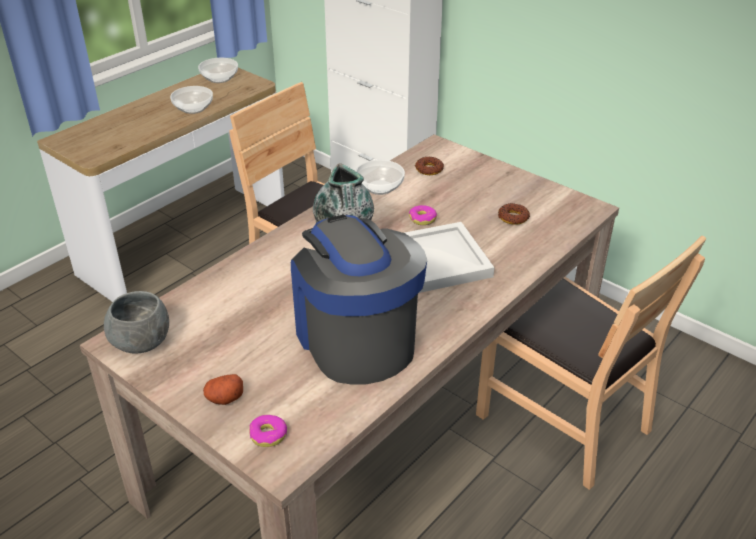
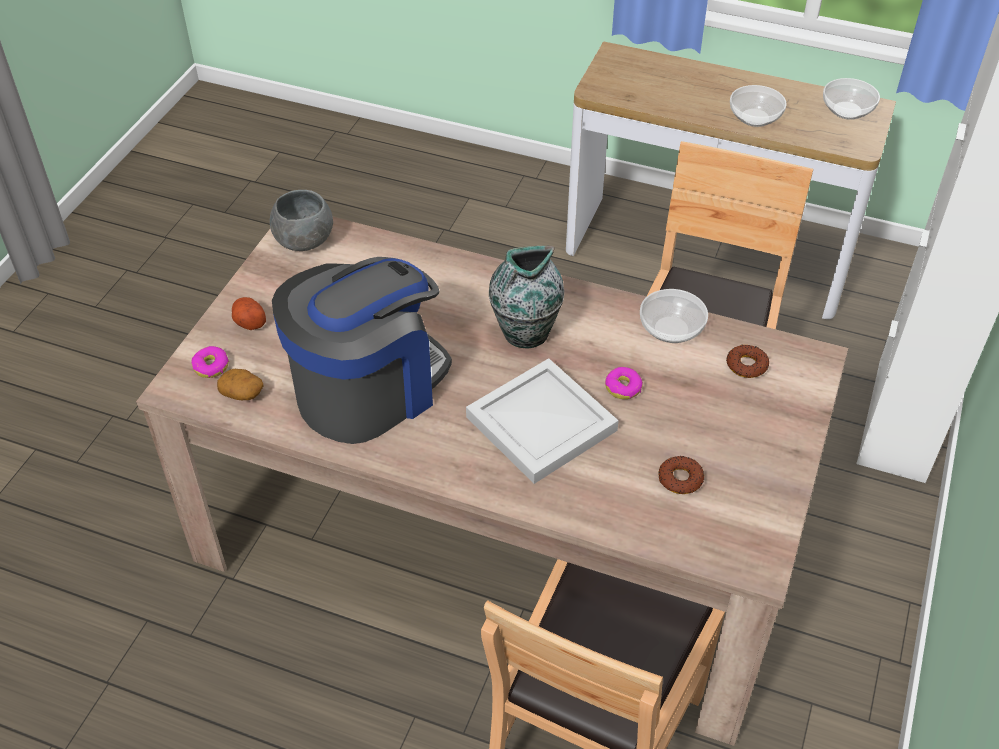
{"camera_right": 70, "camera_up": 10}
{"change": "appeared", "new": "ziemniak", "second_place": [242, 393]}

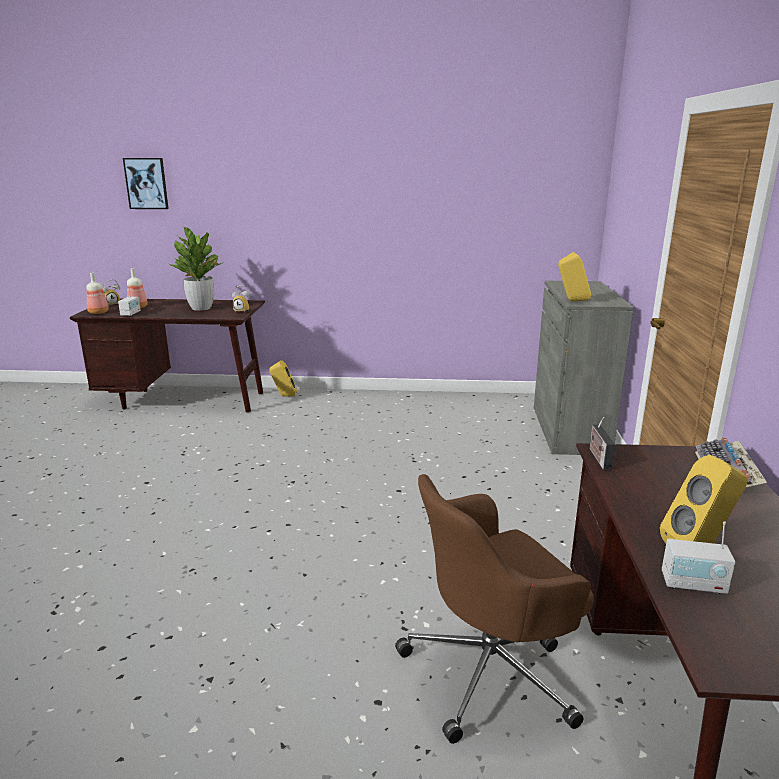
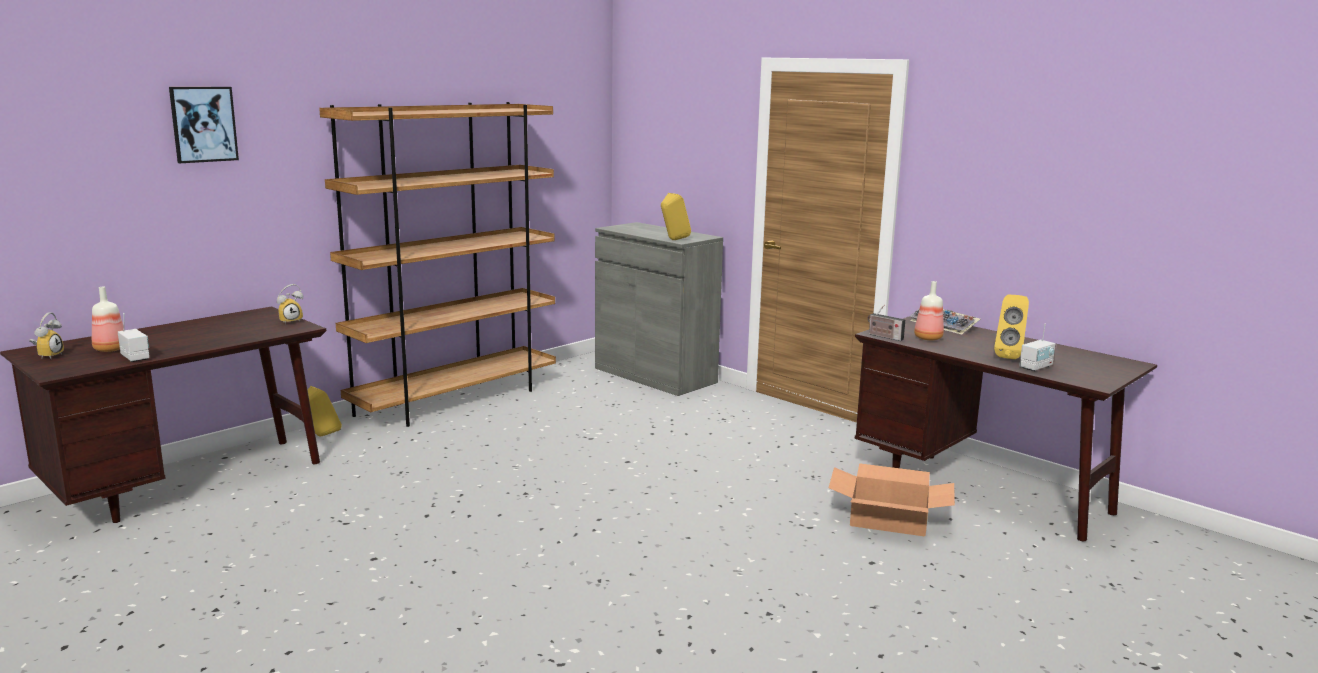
{"camera_right": -50, "camera_up": -5}
{"change": "relocated", "old": "obraz", "first_place": [146, 183], "second_place": [203, 124]}
{"change": "missing", "old": "roślina doniczkowa", "first_place": [201, 308]}
{"change": "relocated", "old": "butelka", "first_place": [98, 312], "second_place": [927, 338]}
{"change": "exchanged", "old": "krzesło biurowe (brązowy)", "new": "karton", "first_place": [492, 671], "second_place": [888, 518]}
{"change": "appeared", "new": "regał (brązowy)", "second_place": [455, 400]}

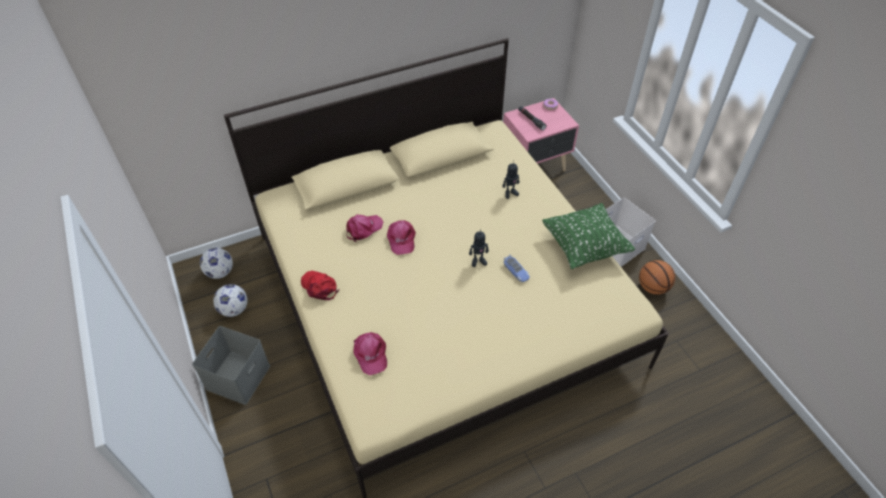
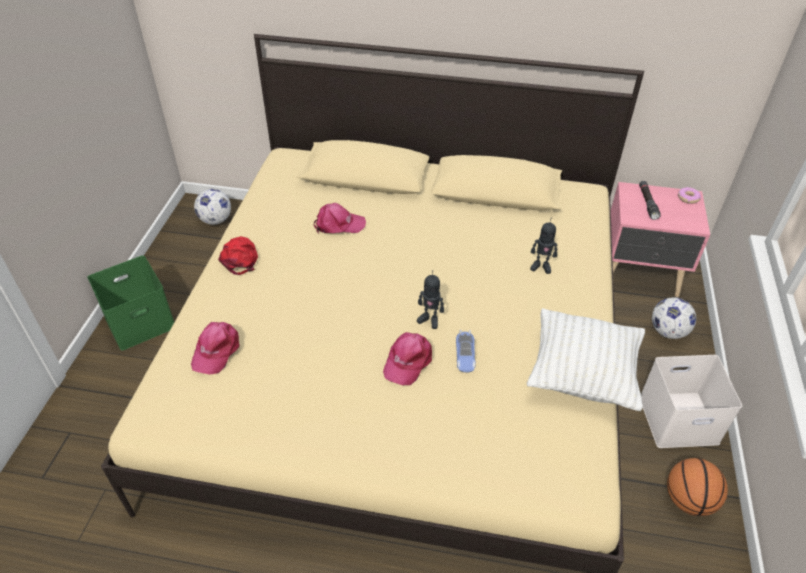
{"camera_right": 35, "camera_up": -5}
{"change": "colour", "old": "poduszka (zielony)", "new": "poduszka (biały)", "first_place": [584, 247], "second_place": [582, 375]}
{"change": "relocated", "old": "czapka z daszkiem (różowy)", "first_place": [401, 239], "second_place": [408, 361]}
{"change": "relocated", "old": "piłka futbolowa", "first_place": [234, 309], "second_place": [668, 331]}
{"change": "colour", "old": "pojemnik do przechowywania (szary)", "new": "pojemnik do przechowywania (zielony)", "first_place": [238, 378], "second_place": [139, 323]}

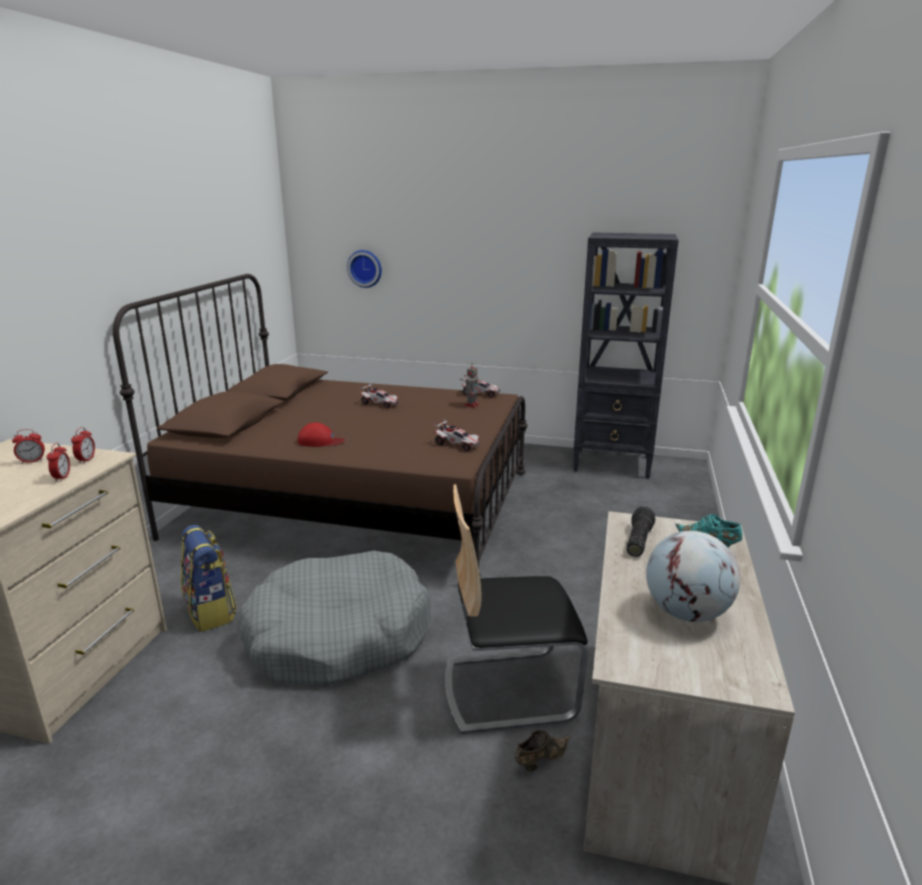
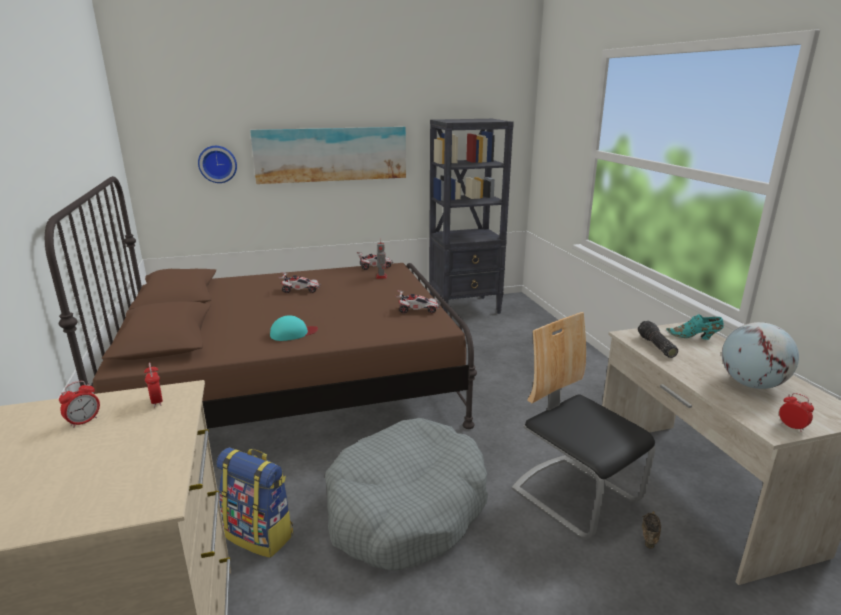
{"camera_right": -30, "camera_up": 0}
{"change": "colour", "old": "czapka z daszkiem (czerwony)", "new": "czapka z daszkiem (turkusowy)", "first_place": [320, 441], "second_place": [293, 333]}
{"change": "relocated", "old": "budzik", "first_place": [62, 477], "second_place": [792, 426]}
{"change": "spun", "old": "krzesło", "first_place": [508, 688], "second_place": [575, 495], "degrees": 90}
{"change": "appeared", "new": "obraz", "second_place": [331, 154]}

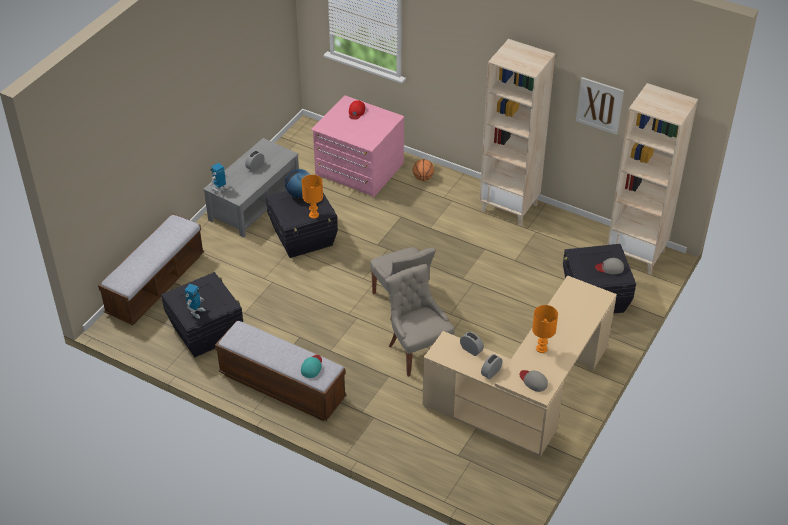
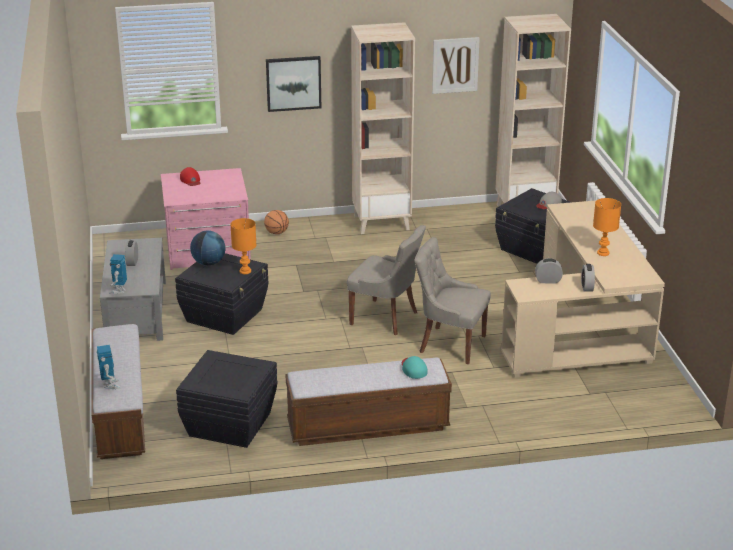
{"camera_right": -40, "camera_up": -15}
{"change": "relocated", "old": "robot zabawkowy", "first_place": [196, 312], "second_place": [110, 385]}
{"change": "missing", "old": "czapka z daszkiem (szary)", "first_place": [533, 381]}
{"change": "appeared", "new": "obraz", "second_place": [293, 83]}

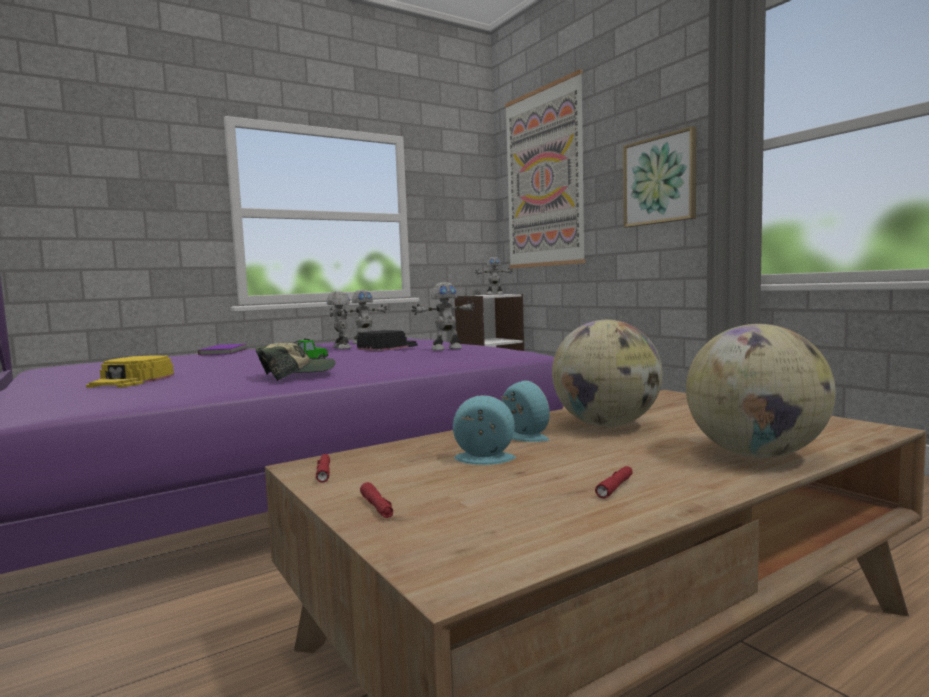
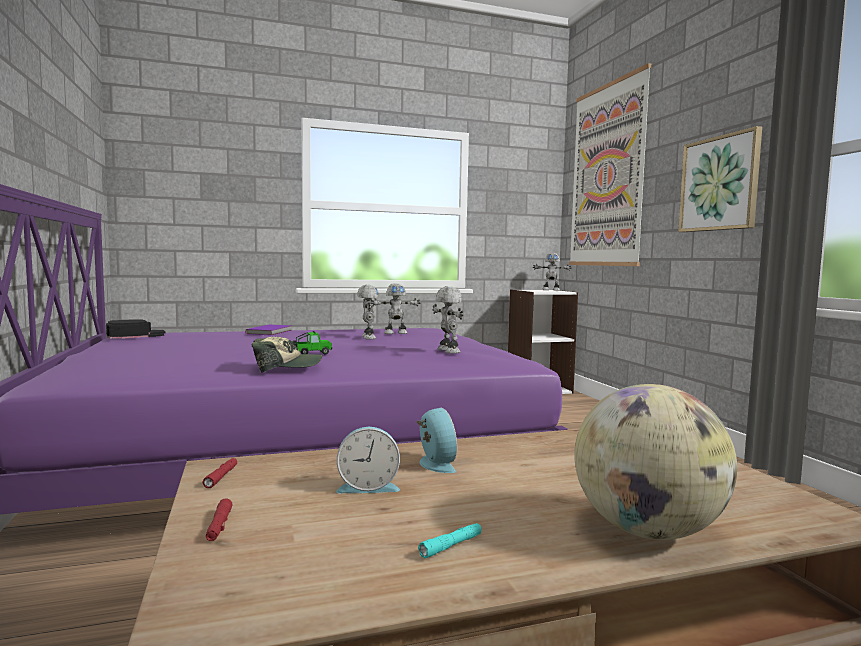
{"camera_right": 15, "camera_up": 0}
{"change": "spun", "old": "robot zabawkowy", "first_place": [446, 349], "second_place": [447, 351], "degrees": -105}
{"change": "missing", "old": "globus", "first_place": [607, 425]}
{"change": "relocated", "old": "czapka z daszkiem (czarny)", "first_place": [387, 347], "second_place": [135, 335]}
{"change": "missing", "old": "czapka z daszkiem (żółty)", "first_place": [131, 381]}
{"change": "spun", "old": "budzik", "first_place": [483, 459], "second_place": [368, 486], "degrees": 150}
{"change": "colour", "old": "latarka (czerwony)", "new": "latarka (turkusowy)", "first_place": [615, 487], "second_place": [451, 546]}

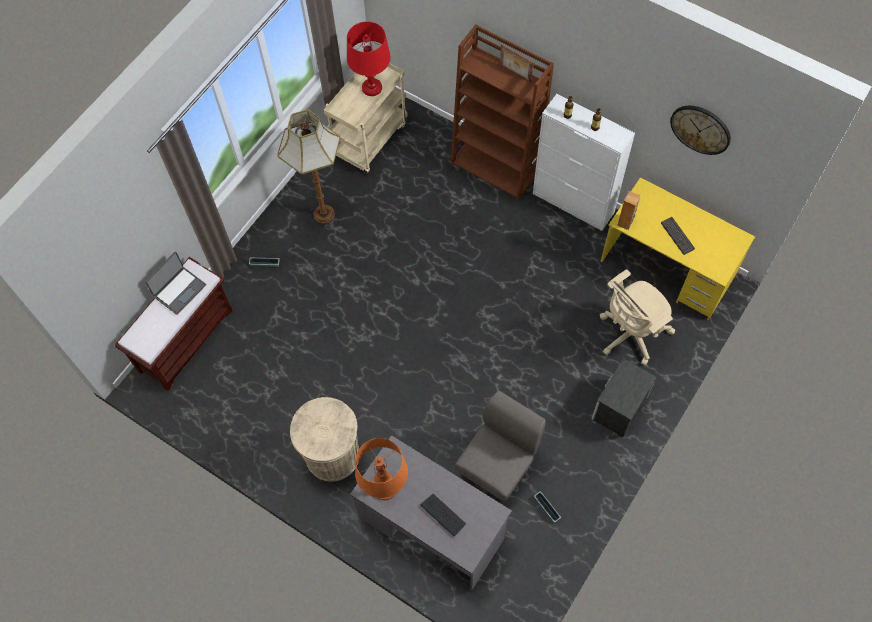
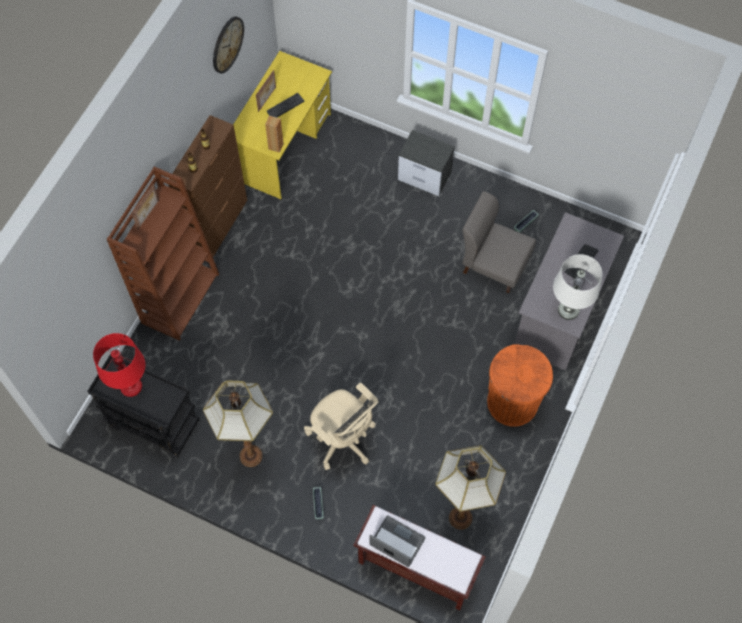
{"camera_right": -100, "camera_up": 0}
{"change": "colour", "old": "wózek (beżowy)", "new": "wózek (czarny)", "first_place": [370, 140], "second_place": [153, 424]}
{"change": "colour", "old": "szafka (biały)", "new": "szafka (brązowy)", "first_place": [573, 203], "second_place": [218, 226]}
{"change": "relocated", "old": "krzesło biurowe (beżowy)", "first_place": [630, 335], "second_place": [343, 440]}
{"change": "colour", "old": "kosz na śmieci (beżowy)", "new": "kosz na śmieci (pomarańczowy)", "first_place": [332, 455], "second_place": [512, 402]}
{"change": "colour", "old": "lampa stołowa (pomarańczowy)", "new": "lampa stołowa (biały)", "first_place": [385, 488], "second_place": [568, 310]}
{"change": "appeared", "new": "ramka na zdjęcie", "second_place": [267, 99]}
{"change": "appeared", "new": "lampa stojąca", "second_place": [461, 517]}

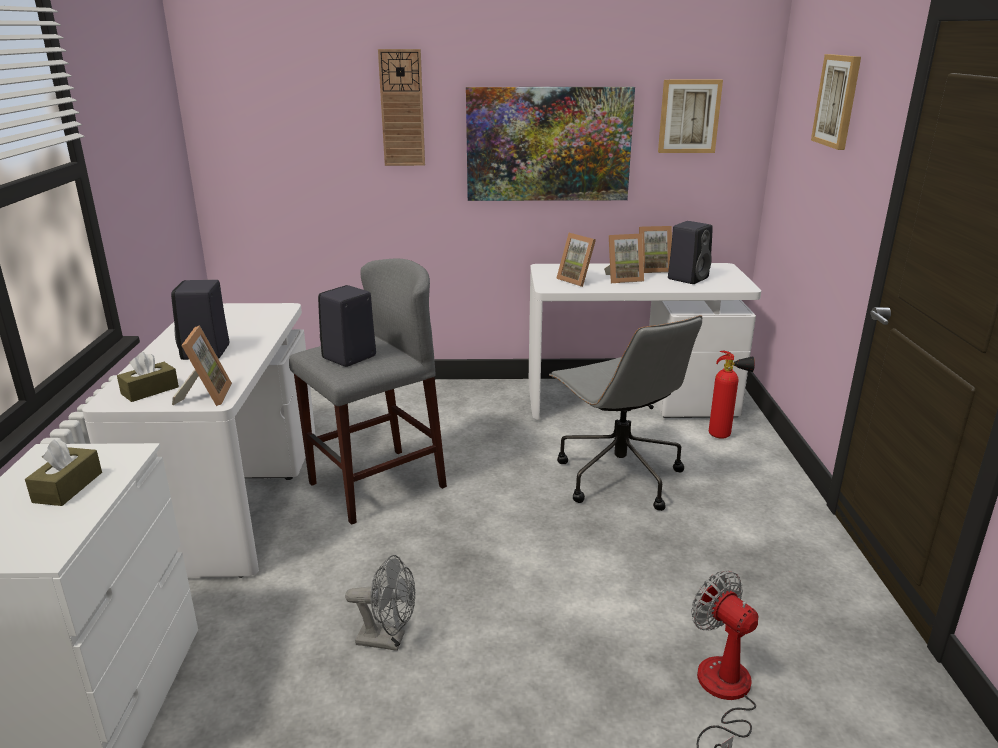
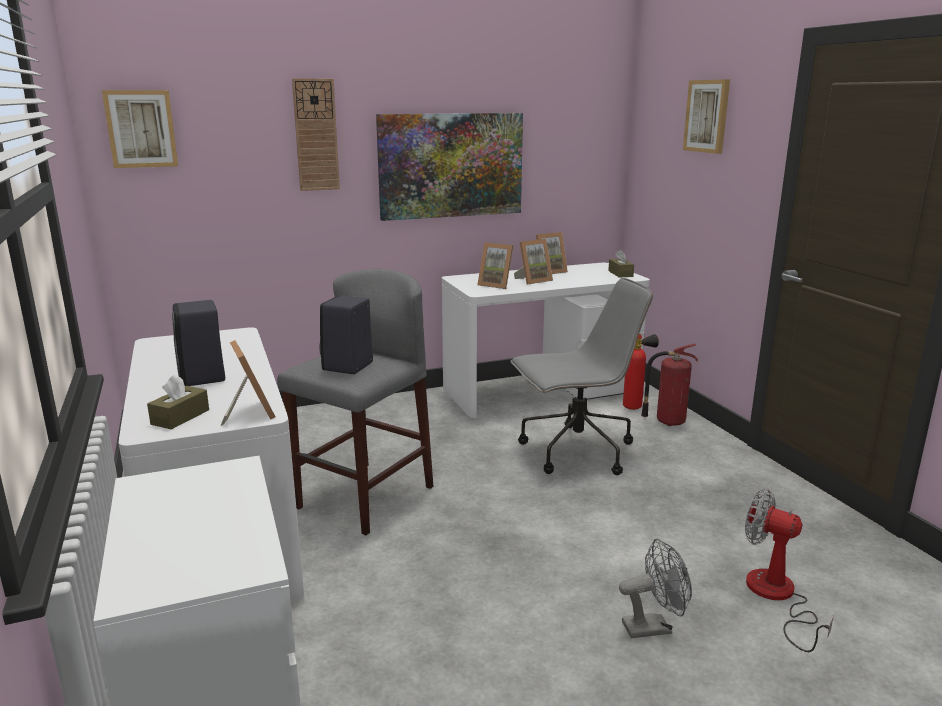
{"camera_right": -20, "camera_up": -5}
{"change": "relocated", "old": "obraz", "first_place": [689, 116], "second_place": [141, 129]}
{"change": "missing", "old": "głośnik (czarny)", "first_place": [688, 278]}
{"change": "spun", "old": "krzesło biurowe (szary)", "first_place": [617, 476], "second_place": [575, 452], "degrees": -60}
{"change": "relocated", "old": "pudełko chusteczek (brązowy)", "first_place": [68, 487], "second_place": [620, 274]}
{"change": "relocated", "old": "wentylator (szary)", "first_place": [388, 640], "second_place": [653, 627]}
{"change": "appeared", "new": "gaśnica", "second_place": [668, 421]}

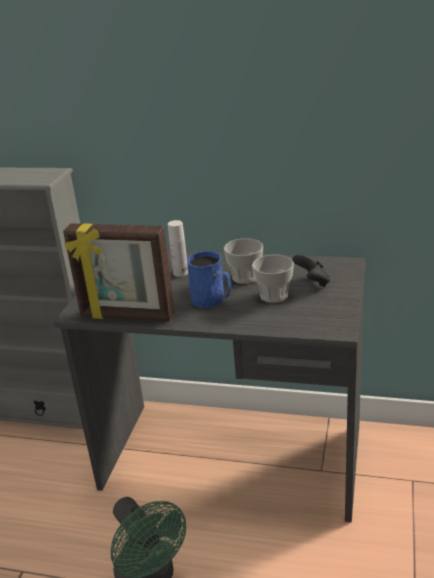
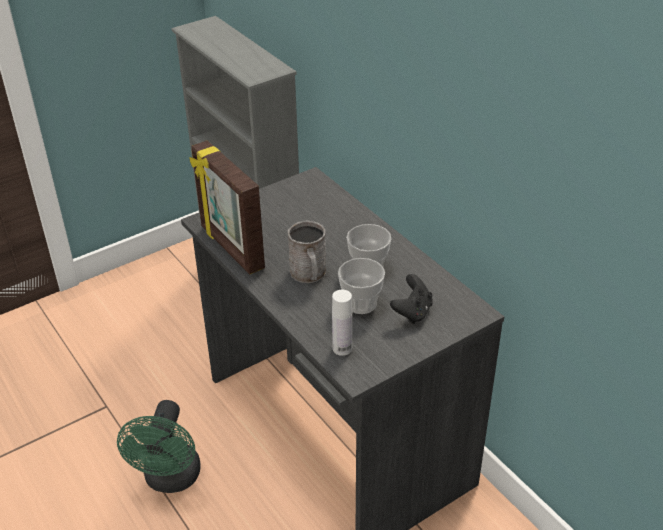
{"camera_right": 40, "camera_up": 10}
{"change": "relocated", "old": "butelka (biały)", "first_place": [180, 273], "second_place": [342, 348]}
{"change": "colour", "old": "kubek (niebieski)", "new": "kubek (szary)", "first_place": [212, 300], "second_place": [309, 275]}

